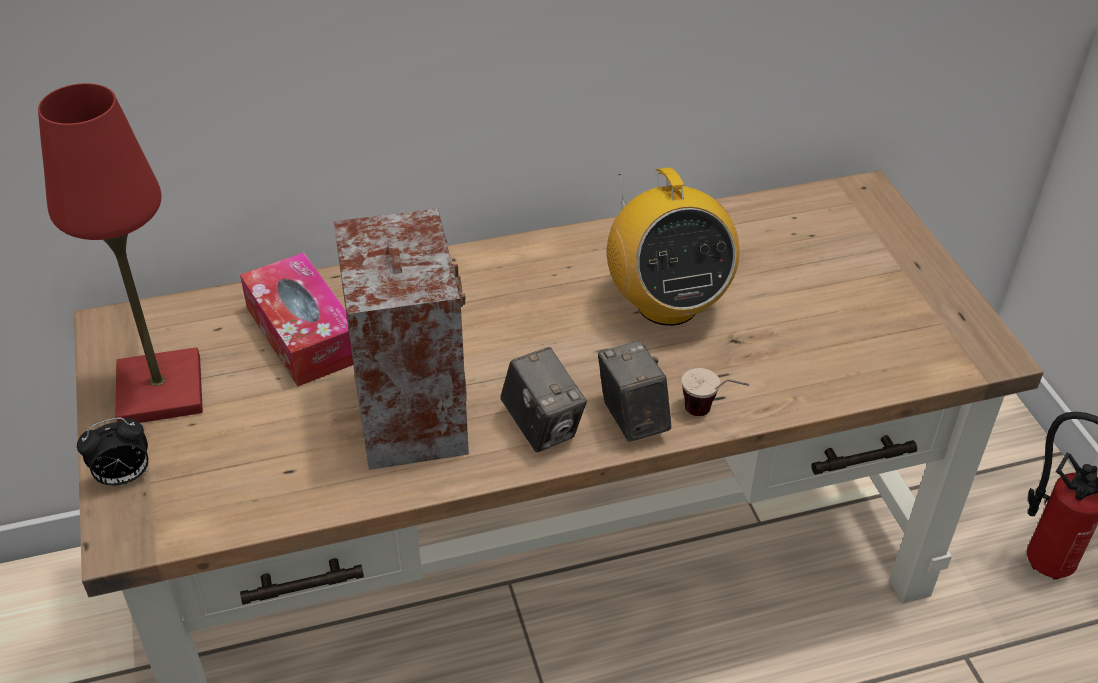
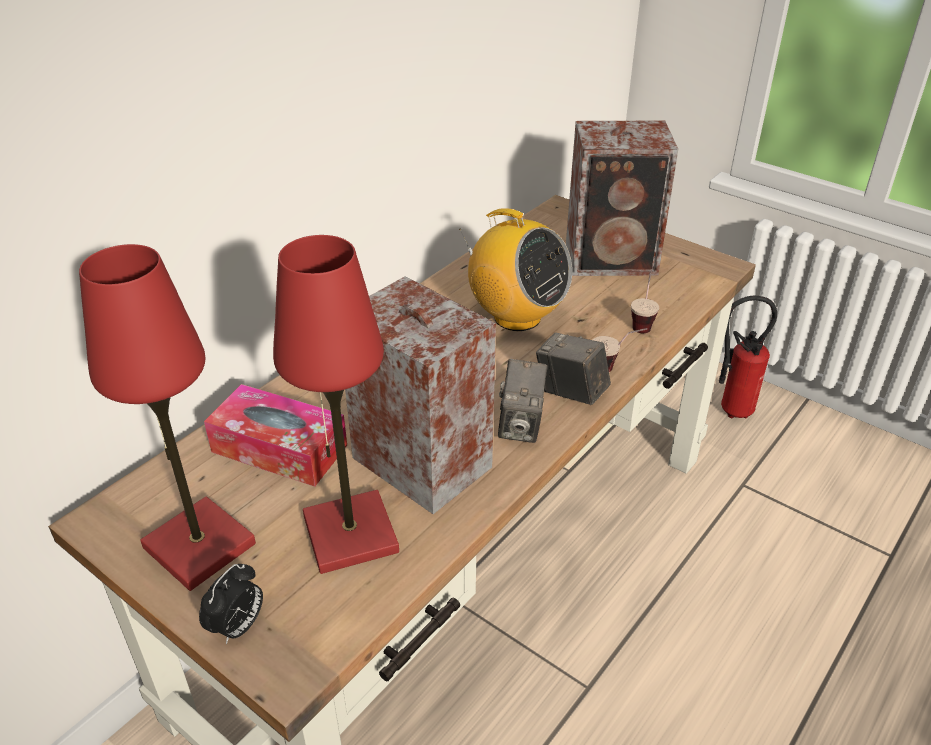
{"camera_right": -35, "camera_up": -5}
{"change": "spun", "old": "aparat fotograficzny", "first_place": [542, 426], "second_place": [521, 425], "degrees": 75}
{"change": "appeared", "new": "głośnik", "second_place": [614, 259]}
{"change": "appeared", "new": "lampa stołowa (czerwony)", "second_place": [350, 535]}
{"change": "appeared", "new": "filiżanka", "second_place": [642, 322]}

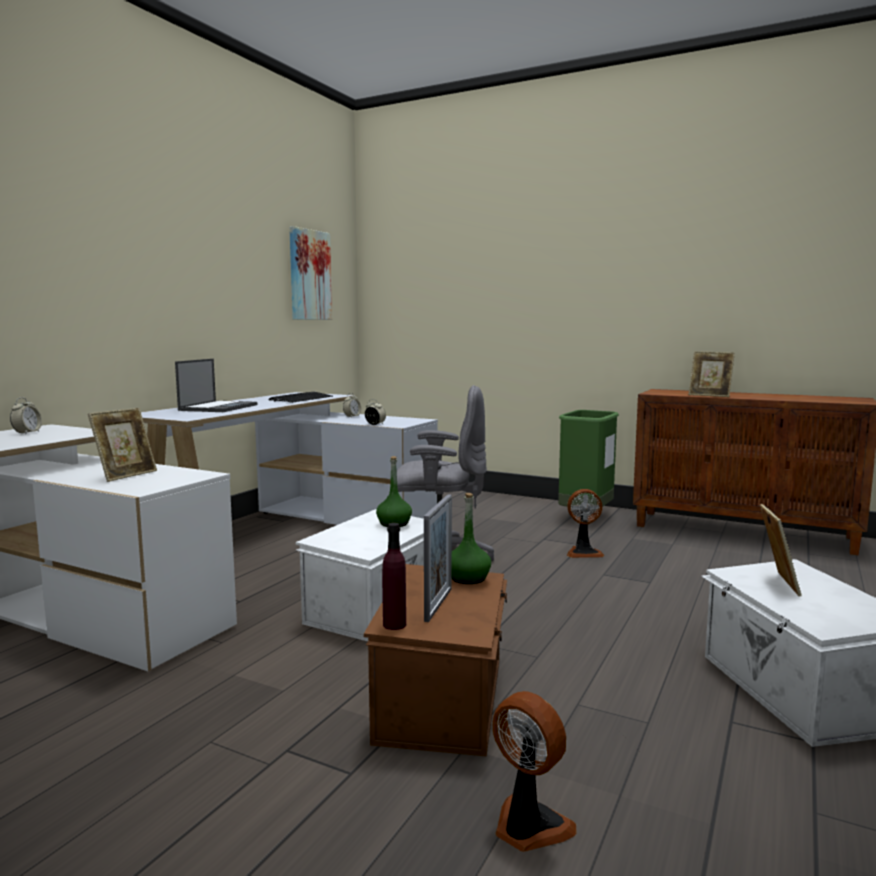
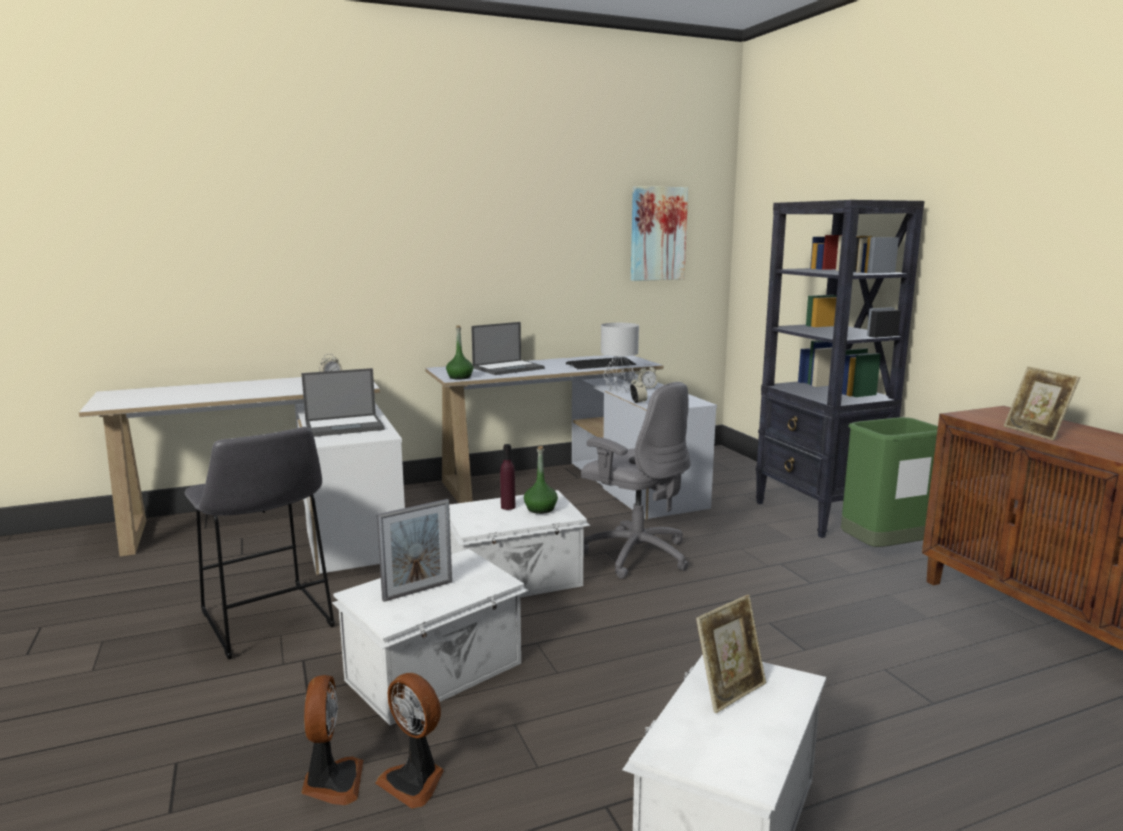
{"camera_right": 40, "camera_up": 5}
{"change": "exchanged", "old": "ramka na zdjęcie", "new": "laptop", "first_place": [126, 475], "second_place": [345, 426]}
{"change": "relocated", "old": "wentylator", "first_place": [583, 552], "second_place": [415, 780]}
{"change": "relocated", "old": "butelka (zielony)", "first_place": [468, 578], "second_place": [460, 377]}
{"change": "relocated", "old": "butelka (fioletowy)", "first_place": [394, 625], "second_place": [508, 507]}
{"change": "colour", "old": "pojemnik do przechowywania (brązowy)", "new": "pojemnik do przechowywania (biały)", "first_place": [444, 698], "second_place": [436, 672]}
{"change": "appeared", "new": "regał (czarny)", "second_place": [818, 514]}
{"change": "appeared", "new": "lampa stołowa (szary)", "second_place": [619, 391]}
{"change": "appeared", "new": "stołek (szary)", "second_place": [268, 623]}

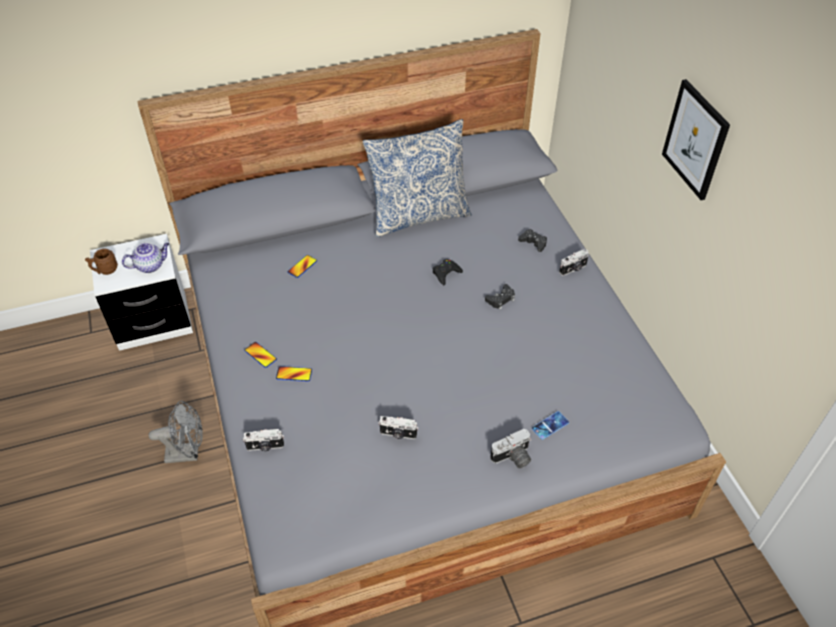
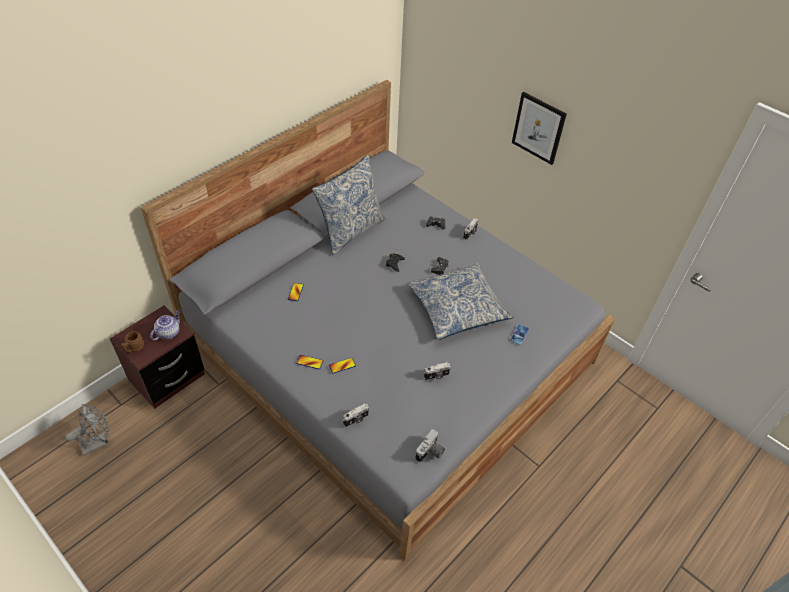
{"camera_right": -30, "camera_up": 0}
{"change": "colour", "old": "szafka nocna (biały)", "new": "szafka nocna (brązowy)", "first_place": [153, 321], "second_place": [167, 377]}
{"change": "relocated", "old": "wentylator (szary)", "first_place": [188, 453], "second_place": [98, 442]}
{"change": "relocated", "old": "aparat fotograficzny", "first_place": [513, 458], "second_place": [430, 453]}
{"change": "appeared", "new": "poduszka", "second_place": [457, 308]}

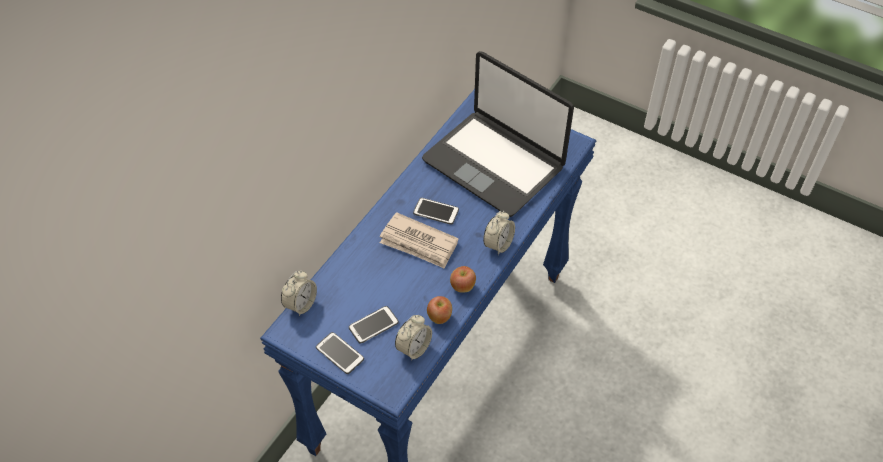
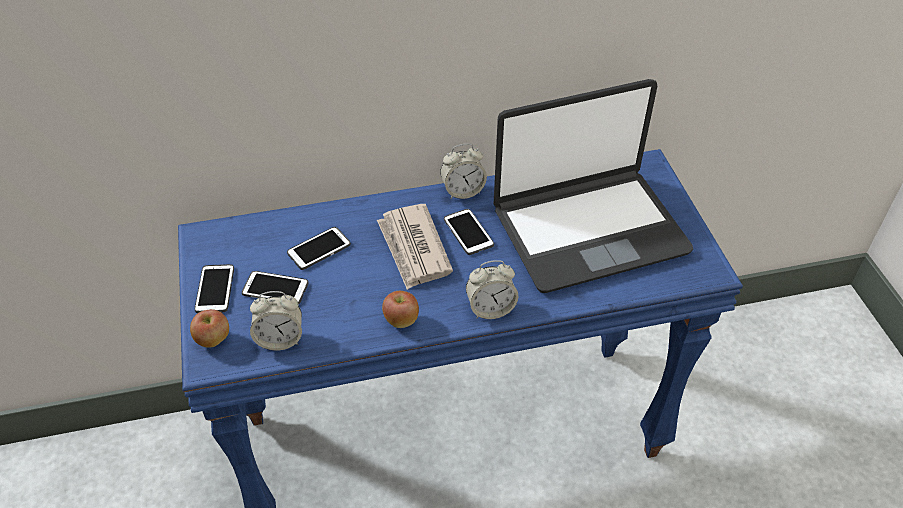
{"camera_right": 45, "camera_up": -5}
{"change": "spun", "old": "laptop", "first_place": [494, 163], "second_place": [588, 229], "degrees": -105}
{"change": "relocated", "old": "budzik", "first_place": [301, 304], "second_place": [462, 191]}
{"change": "relocated", "old": "jabłko", "first_place": [440, 317], "second_place": [213, 340]}
{"change": "appeared", "new": "telefon", "second_place": [319, 249]}

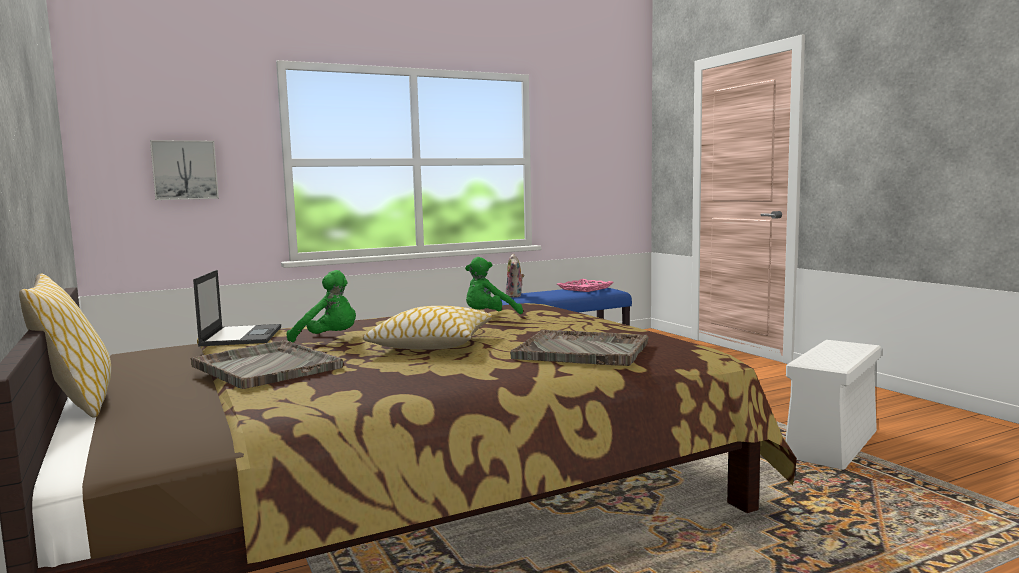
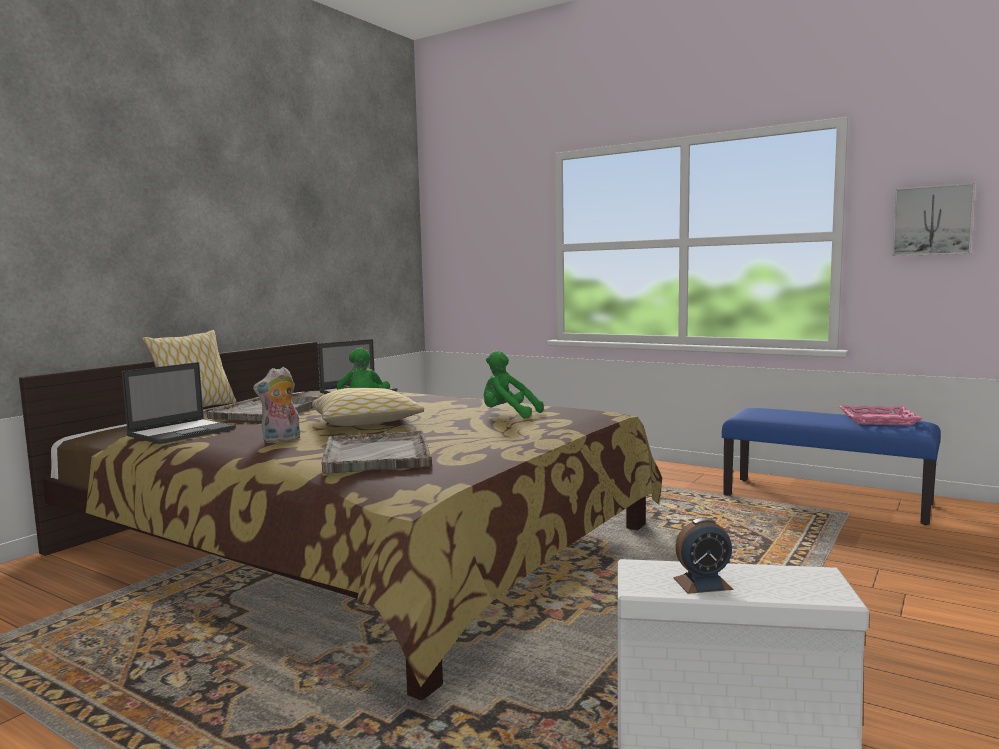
{"camera_right": 60, "camera_up": 0}
{"change": "relocated", "old": "obraz", "first_place": [184, 170], "second_place": [932, 220]}
{"change": "relocated", "old": "pluszak", "first_place": [515, 296], "second_place": [281, 440]}
{"change": "appeared", "new": "laptop", "second_place": [183, 432]}
{"change": "appeared", "new": "budzik", "second_place": [702, 583]}

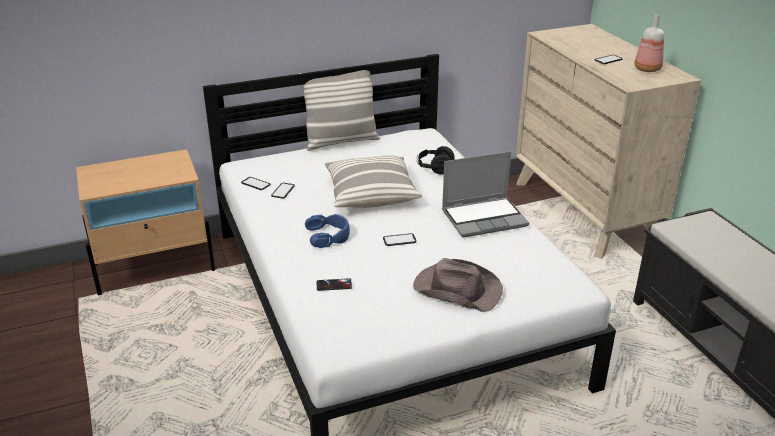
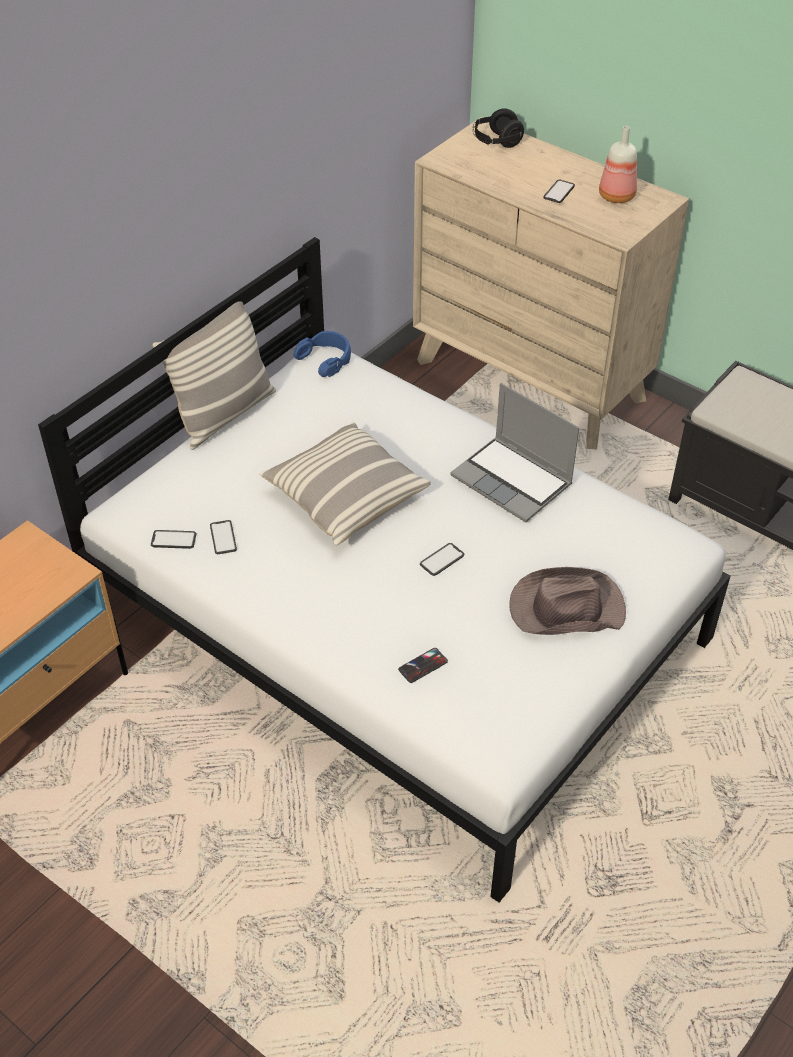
{"camera_right": -30, "camera_up": 15}
{"change": "relocated", "old": "słuchawki (czarny)", "first_place": [434, 168], "second_place": [496, 142]}
{"change": "spun", "old": "laptop", "first_place": [484, 218], "second_place": [513, 481], "degrees": 90}
{"change": "relocated", "old": "słuchawki (niebieski)", "first_place": [328, 236], "second_place": [326, 359]}

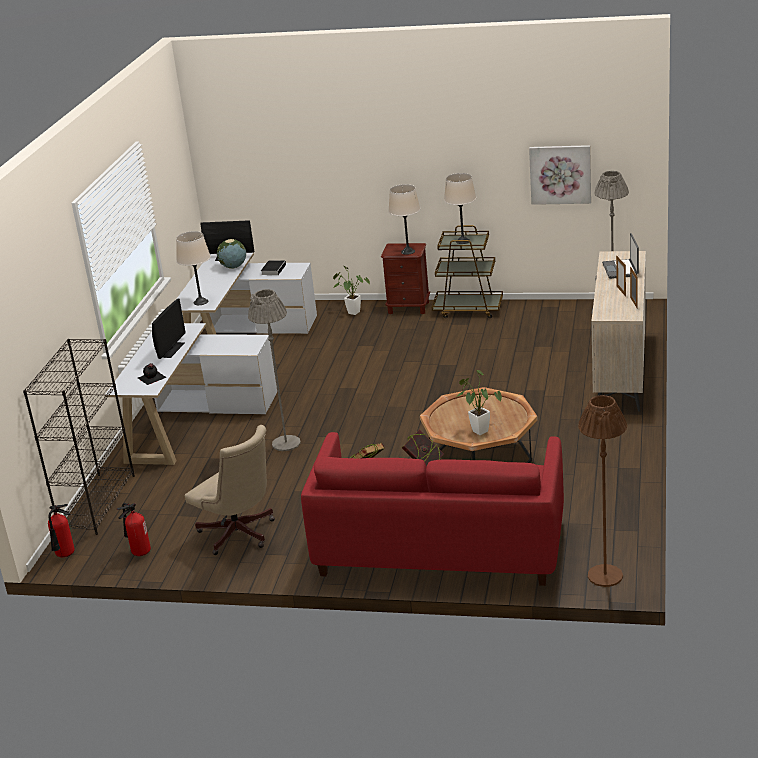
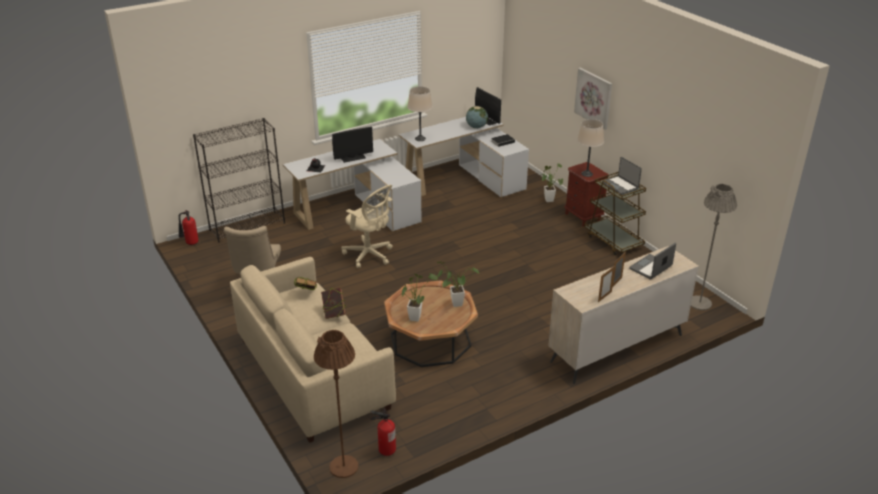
{"camera_right": 45, "camera_up": 5}
{"change": "relocated", "old": "obraz", "first_place": [560, 174], "second_place": [594, 98]}
{"change": "exchanged", "old": "lampa stołowa (beżowy)", "new": "laptop", "first_place": [463, 241], "second_place": [620, 186]}
{"change": "exchanged", "old": "lampa stojąca (szary)", "new": "krzesło biurowe (beżowy)", "first_place": [286, 443], "second_place": [369, 255]}
{"change": "colour", "old": "kanapa (czerwony)", "new": "kanapa (beżowy)", "first_place": [439, 547], "second_place": [313, 373]}
{"change": "relocated", "old": "gaśnica", "first_place": [138, 552], "second_place": [386, 449]}
{"change": "appeared", "new": "roślina doniczkowa", "second_place": [454, 304]}

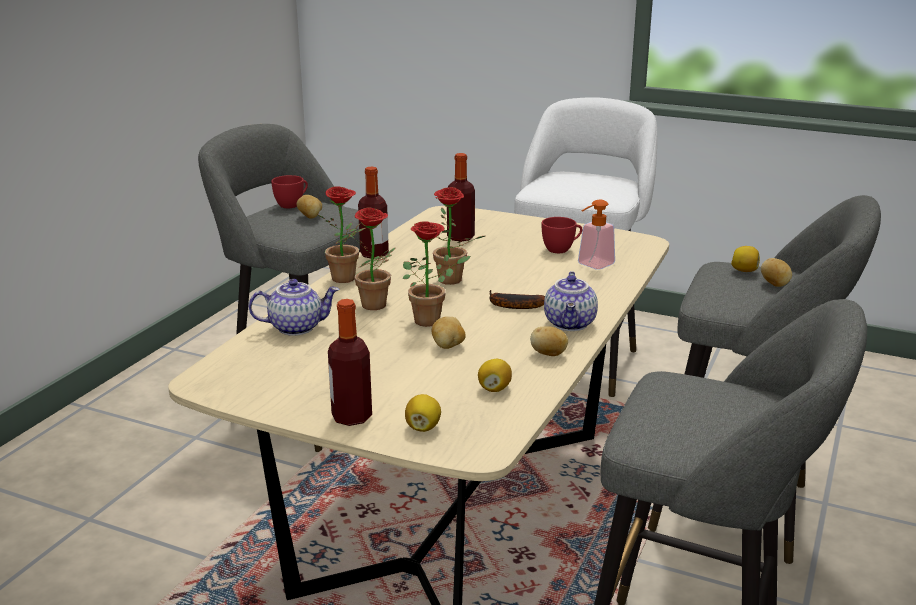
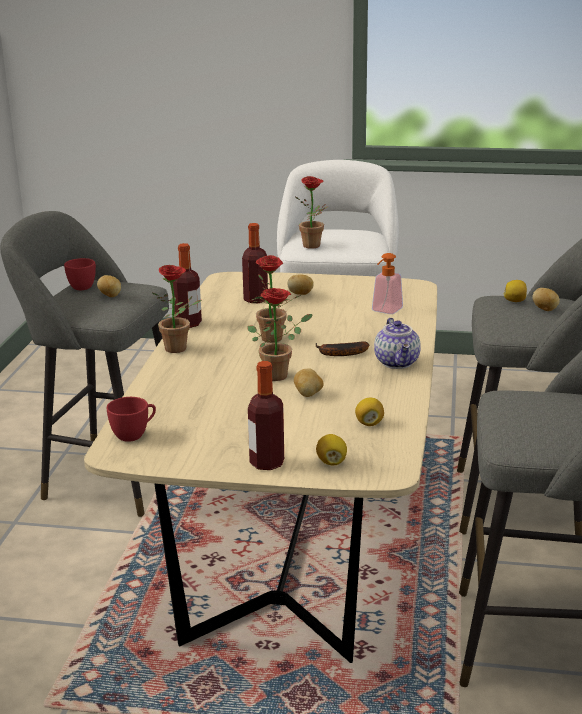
{"camera_right": -15, "camera_up": 0}
{"change": "relocated", "old": "roślina doniczkowa", "first_place": [377, 307], "second_place": [315, 246]}
{"change": "relocated", "old": "filiżanka (czerwony)", "first_place": [561, 249], "second_place": [134, 434]}
{"change": "missing", "old": "imbryk", "first_place": [296, 327]}
{"change": "relocated", "old": "ziemniak", "first_place": [548, 354], "second_place": [300, 294]}

